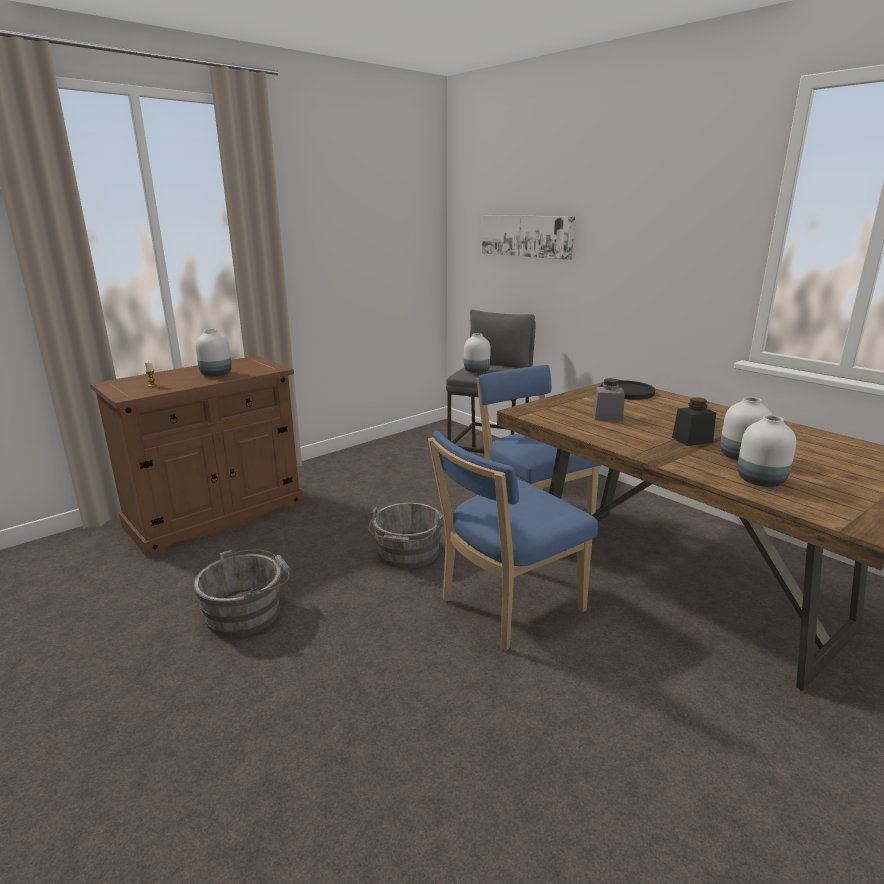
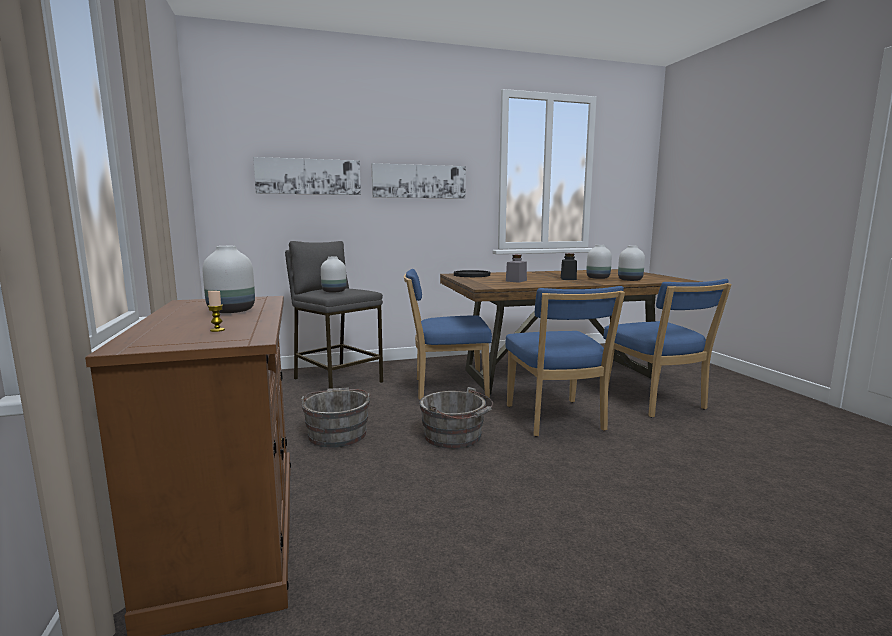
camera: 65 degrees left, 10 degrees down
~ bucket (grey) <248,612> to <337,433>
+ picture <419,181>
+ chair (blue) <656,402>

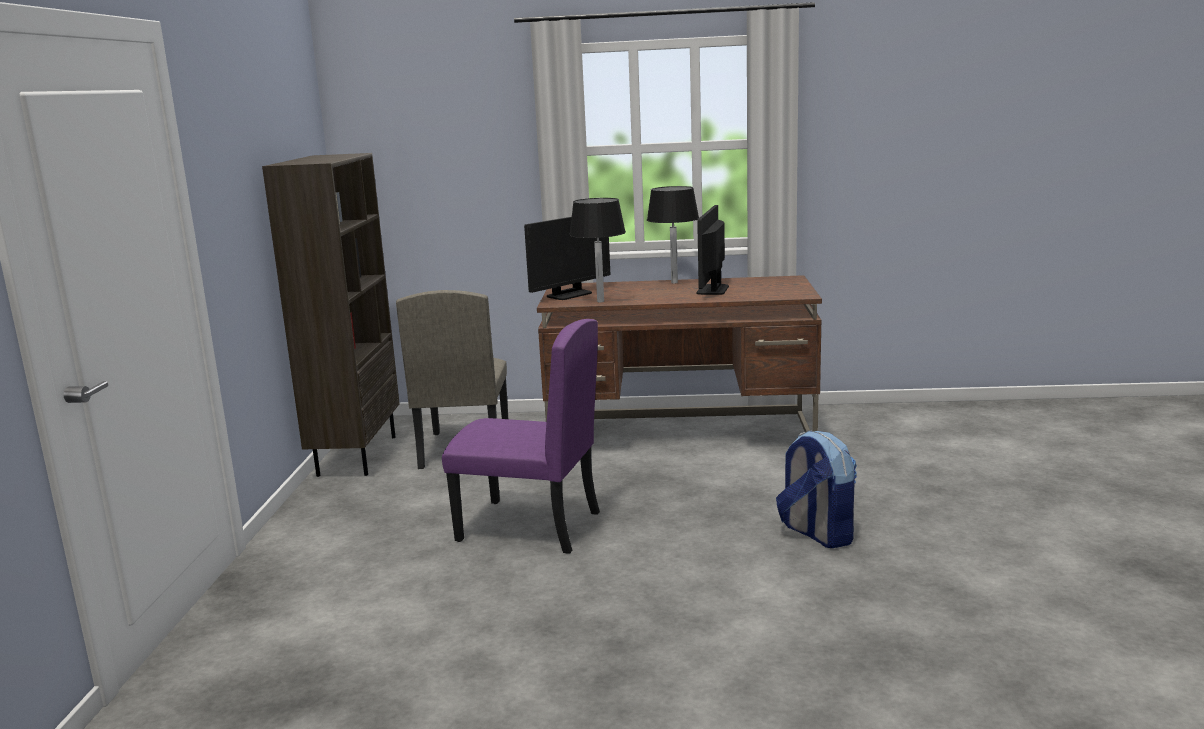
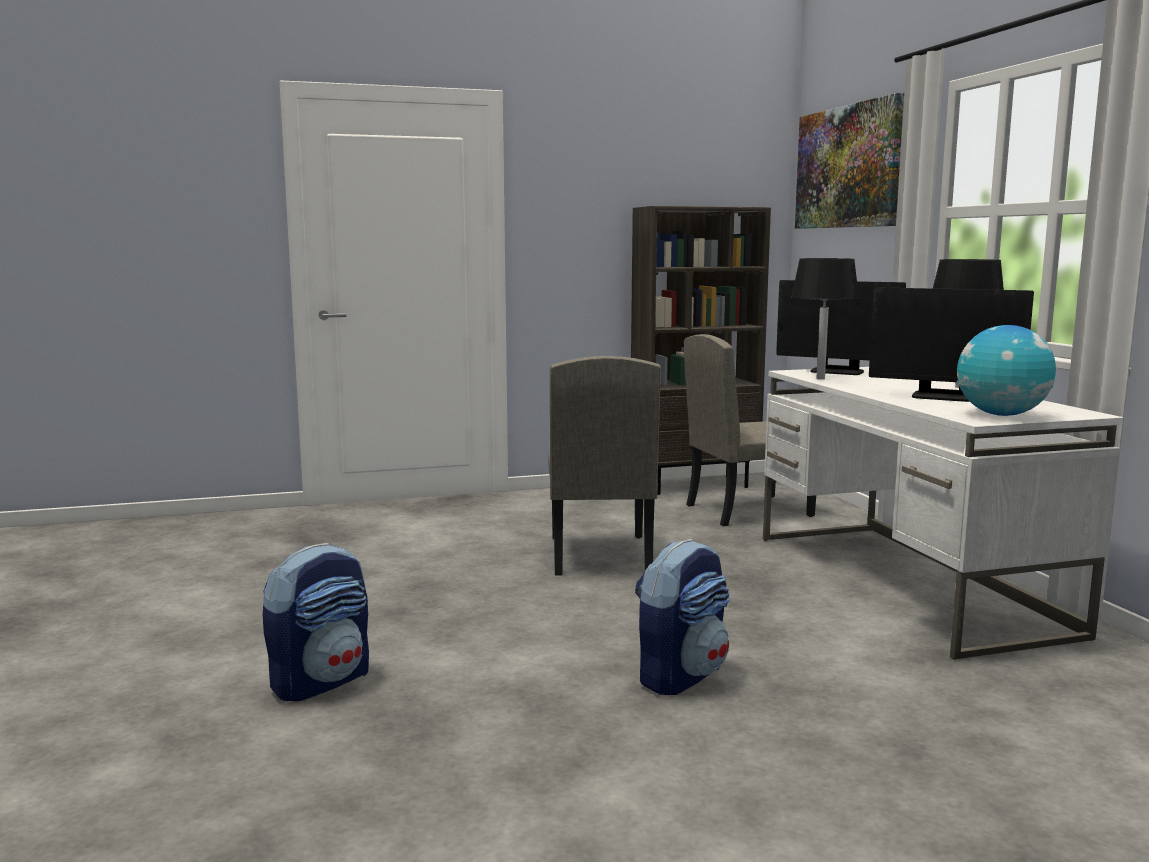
camera: 70 degrees right, 5 degrees down
~ chair (purple) <529,527> to chair (beige) <599,555>
~ desk (brown) <681,435> to desk (white) <905,583>
~ monitor <713,290> = <943,397> 150 degrees counterclockwise
+ backpack <321,681>
+ picture <847,167>
+ globe <1002,415>

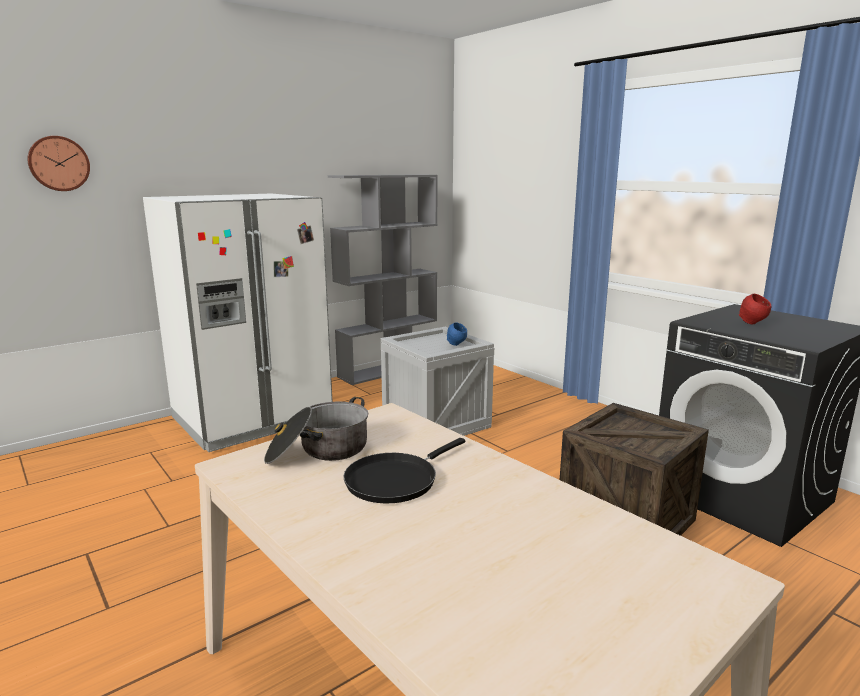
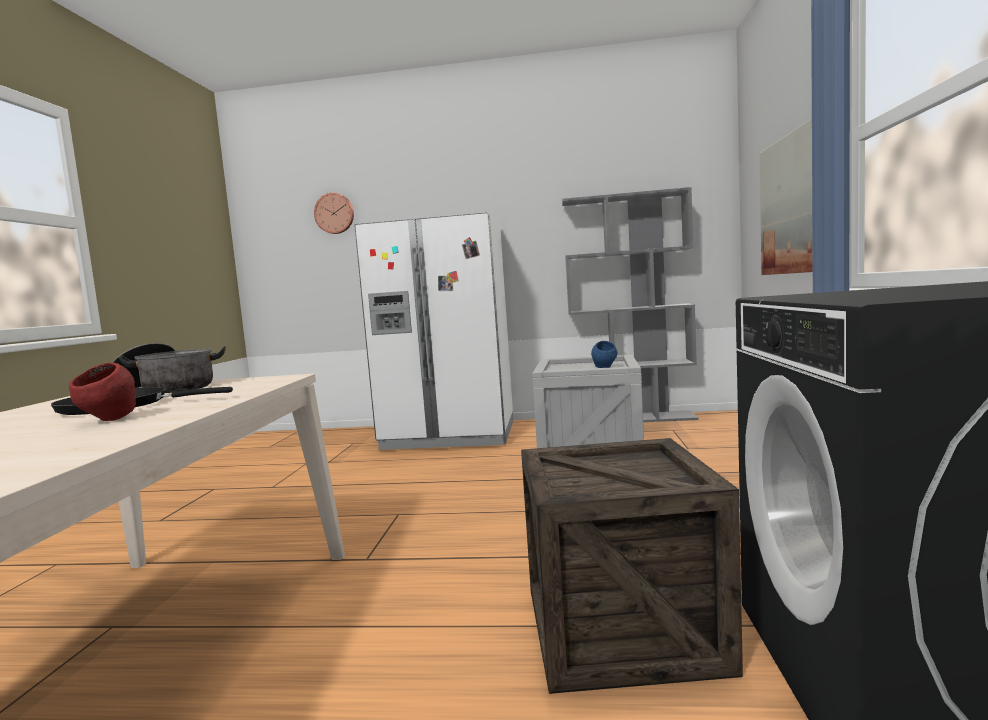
camera: 45 degrees right, 10 degrees down
~ bowl (red) <752,324> to <109,420>
+ picture <791,205>

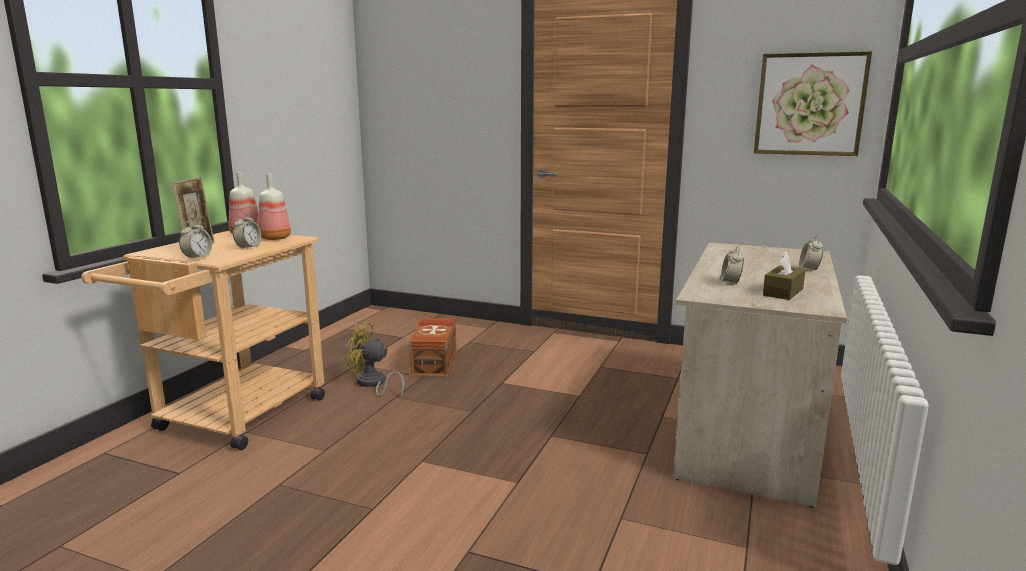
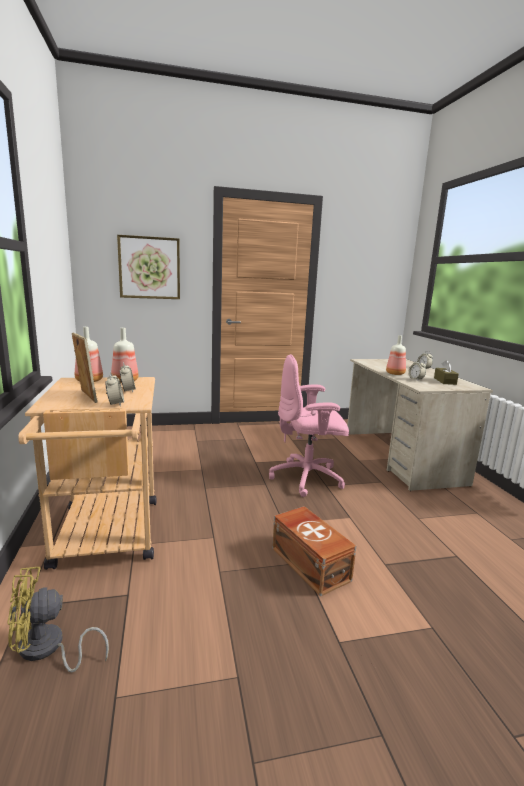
camera: 35 degrees left, 0 degrees up
~ fan (yellow) <373,384> to <47,649>
~ storage box (brown) <435,362> to <310,563>
~ picture <810,104> to <149,268>
+ office chair (pink) <308,478>
+ bottle <395,373>

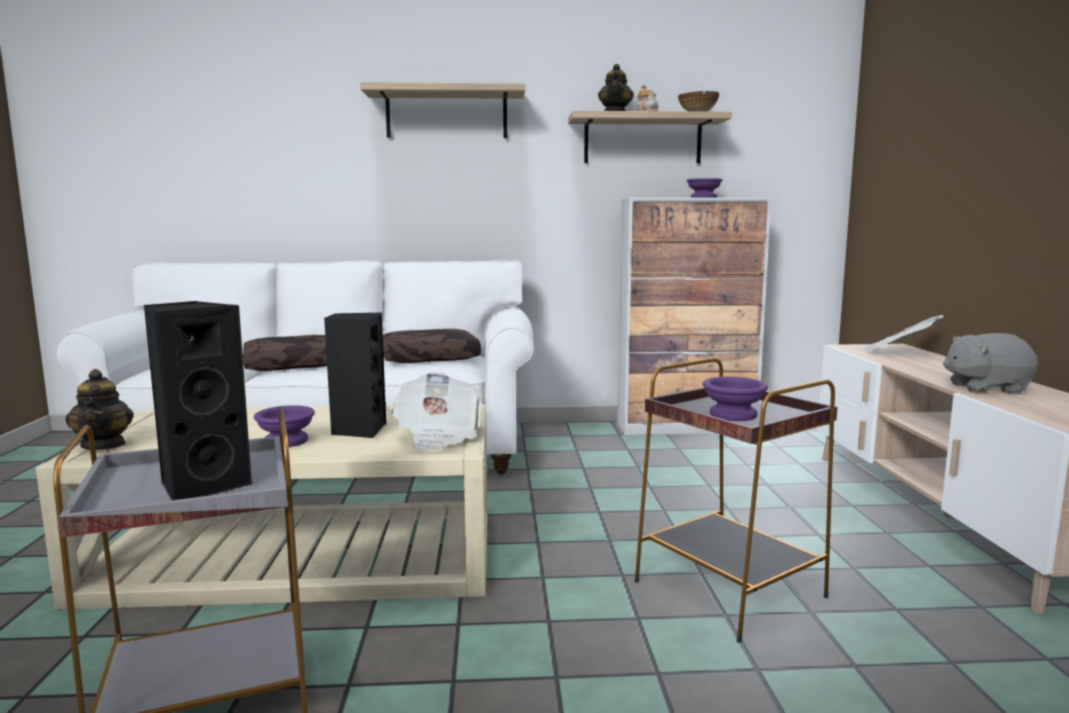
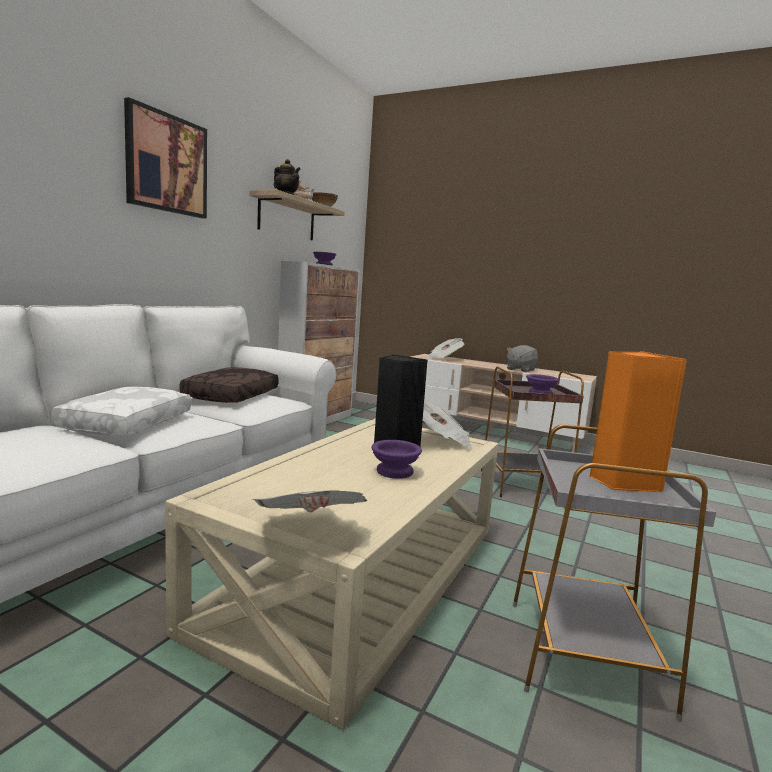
camera: 60 degrees left, 0 degrees up
~ teapot <104,445> to newspaper <309,530>
~ speaker (black) <202,486> to speaker (orange) <622,482>
~ pillow (brown) <295,365> to pillow (white) <126,423>
~ shelf <446,114> to picture <166,164>

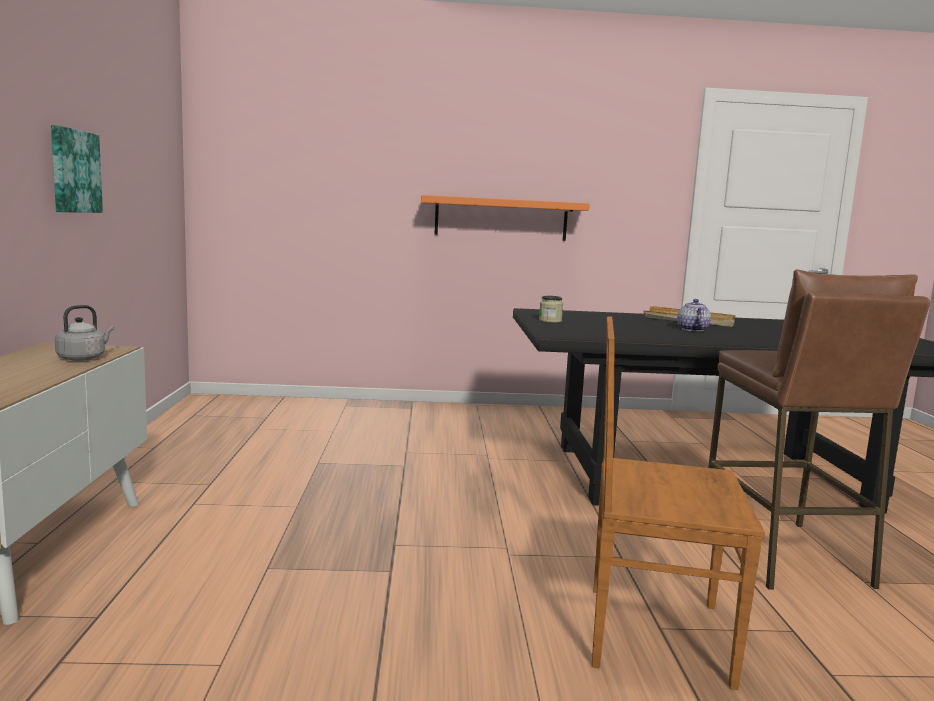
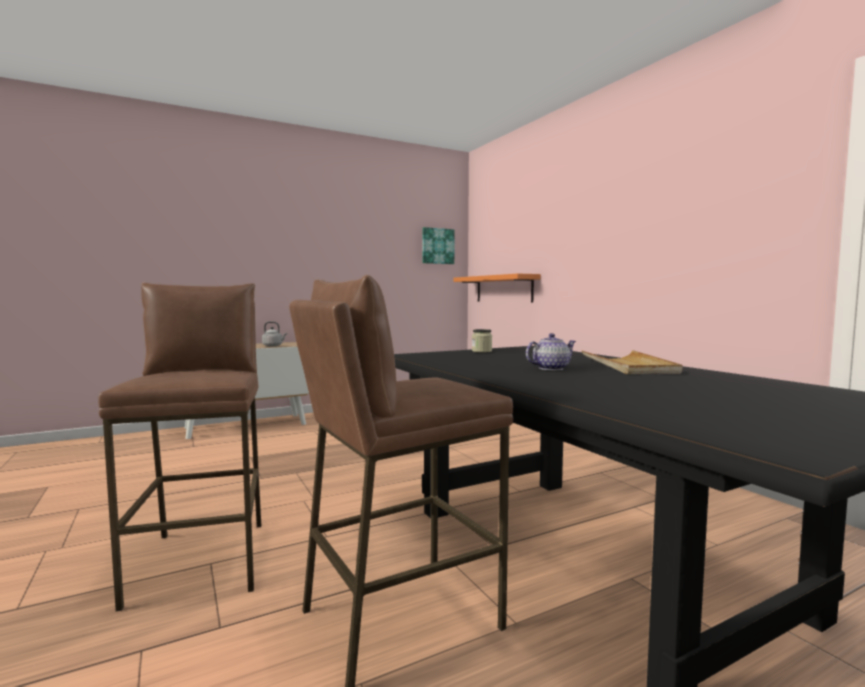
camera: 65 degrees right, 5 degrees down
~ picture <73,171> to <437,246>
~ shelf (orange) <501,219> to <503,289>
~ chair (brown) <651,632> to stool (brown) <203,560>

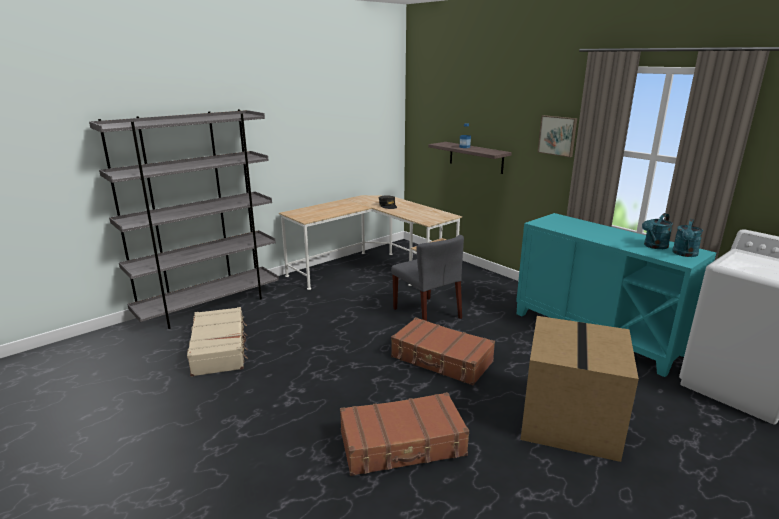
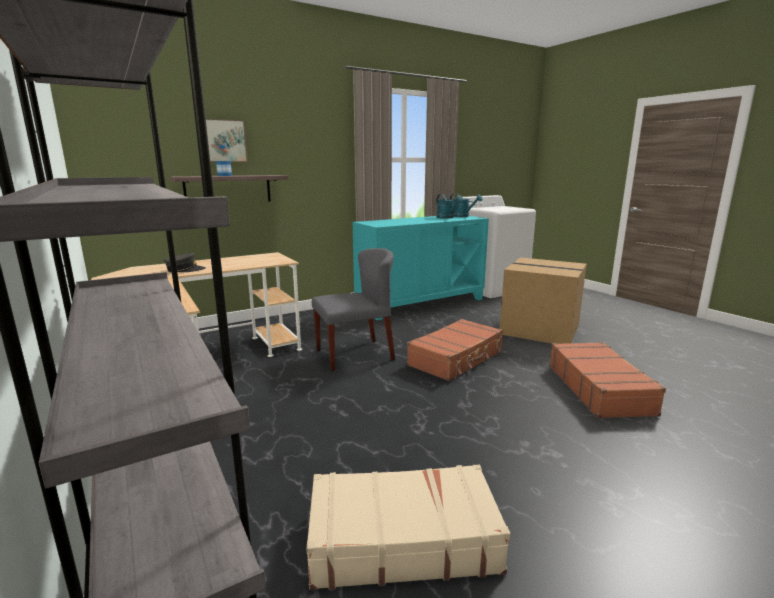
camera: 80 degrees left, 5 degrees down
~ picture <558,135> to <224,141>

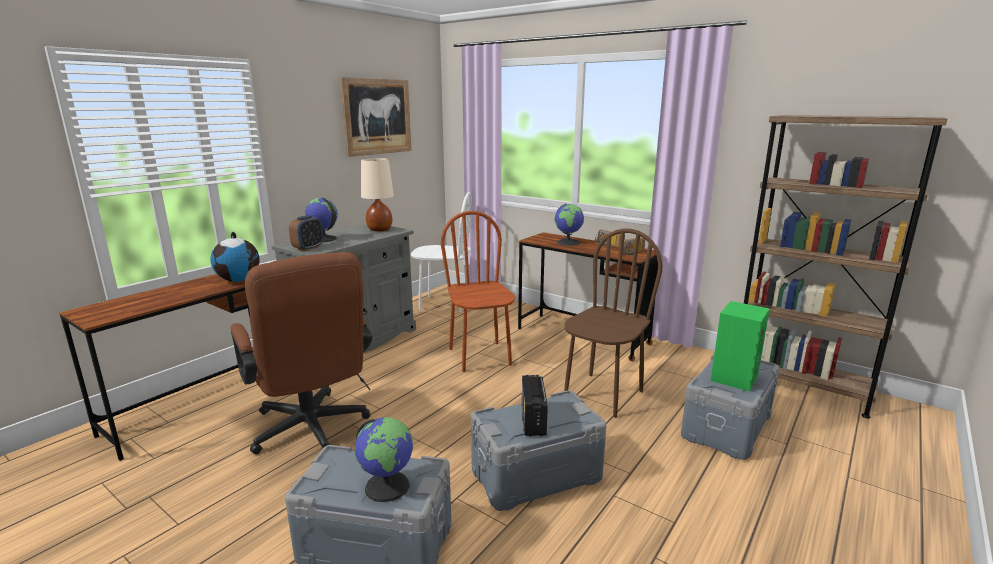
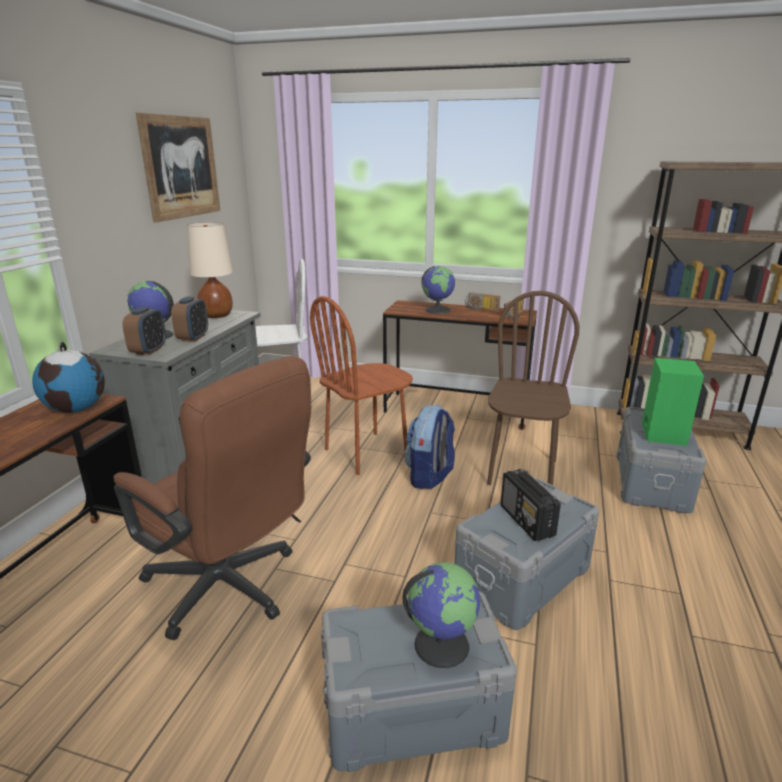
camera: 20 degrees left, 5 degrees up
~ chair (brown) <480,356> = <366,452> 90 degrees counterclockwise
+ alarm clock <193,338>
+ backpack <429,476>

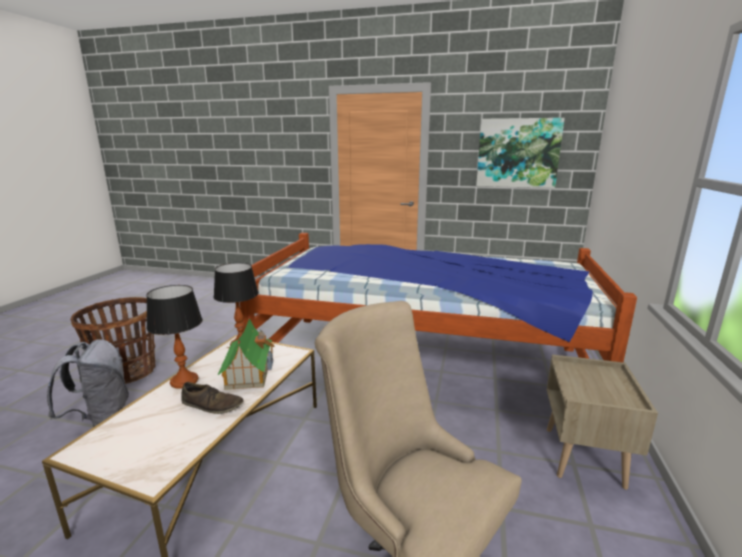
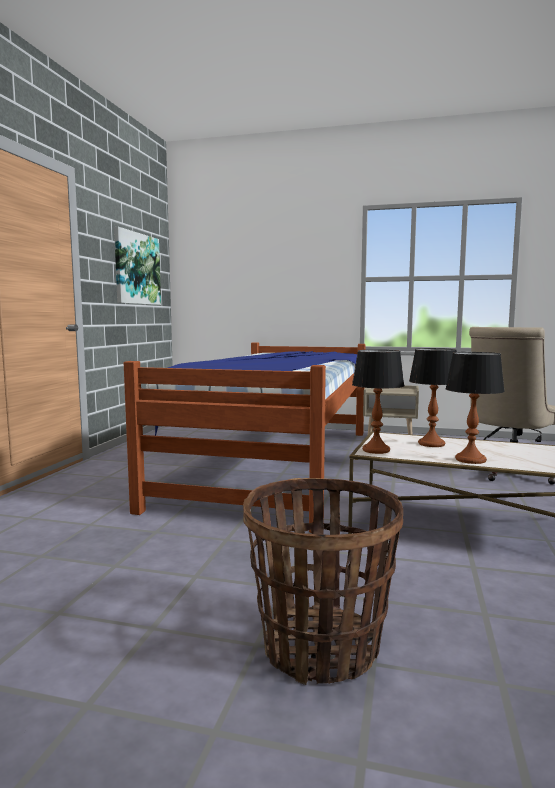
camera: 90 degrees left, 10 degrees down
- backpack (grey) <100,418>
- shoe (brown) <212,405>
~ toy house <248,372> to table lamp <431,444>

